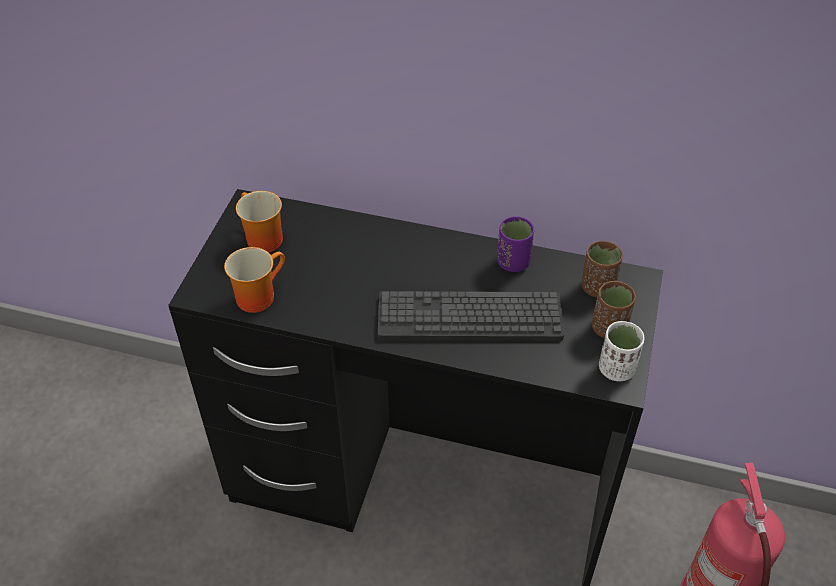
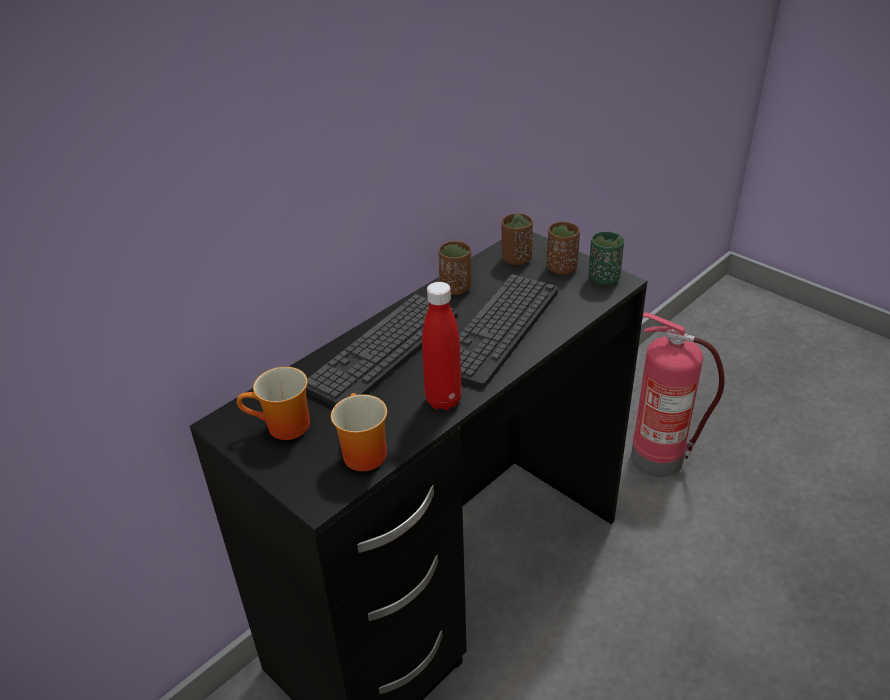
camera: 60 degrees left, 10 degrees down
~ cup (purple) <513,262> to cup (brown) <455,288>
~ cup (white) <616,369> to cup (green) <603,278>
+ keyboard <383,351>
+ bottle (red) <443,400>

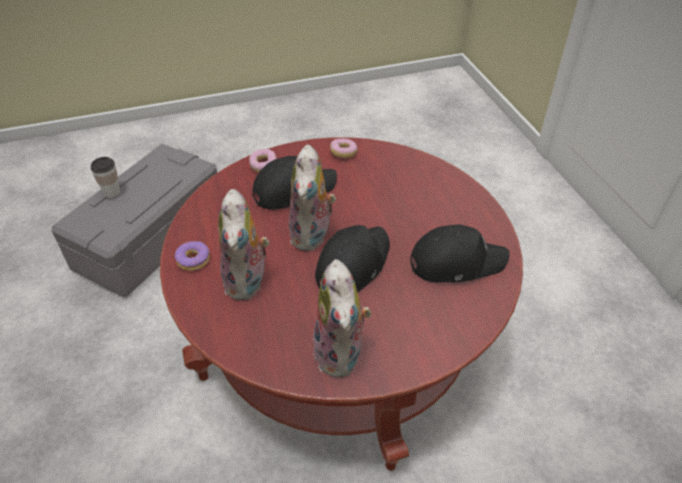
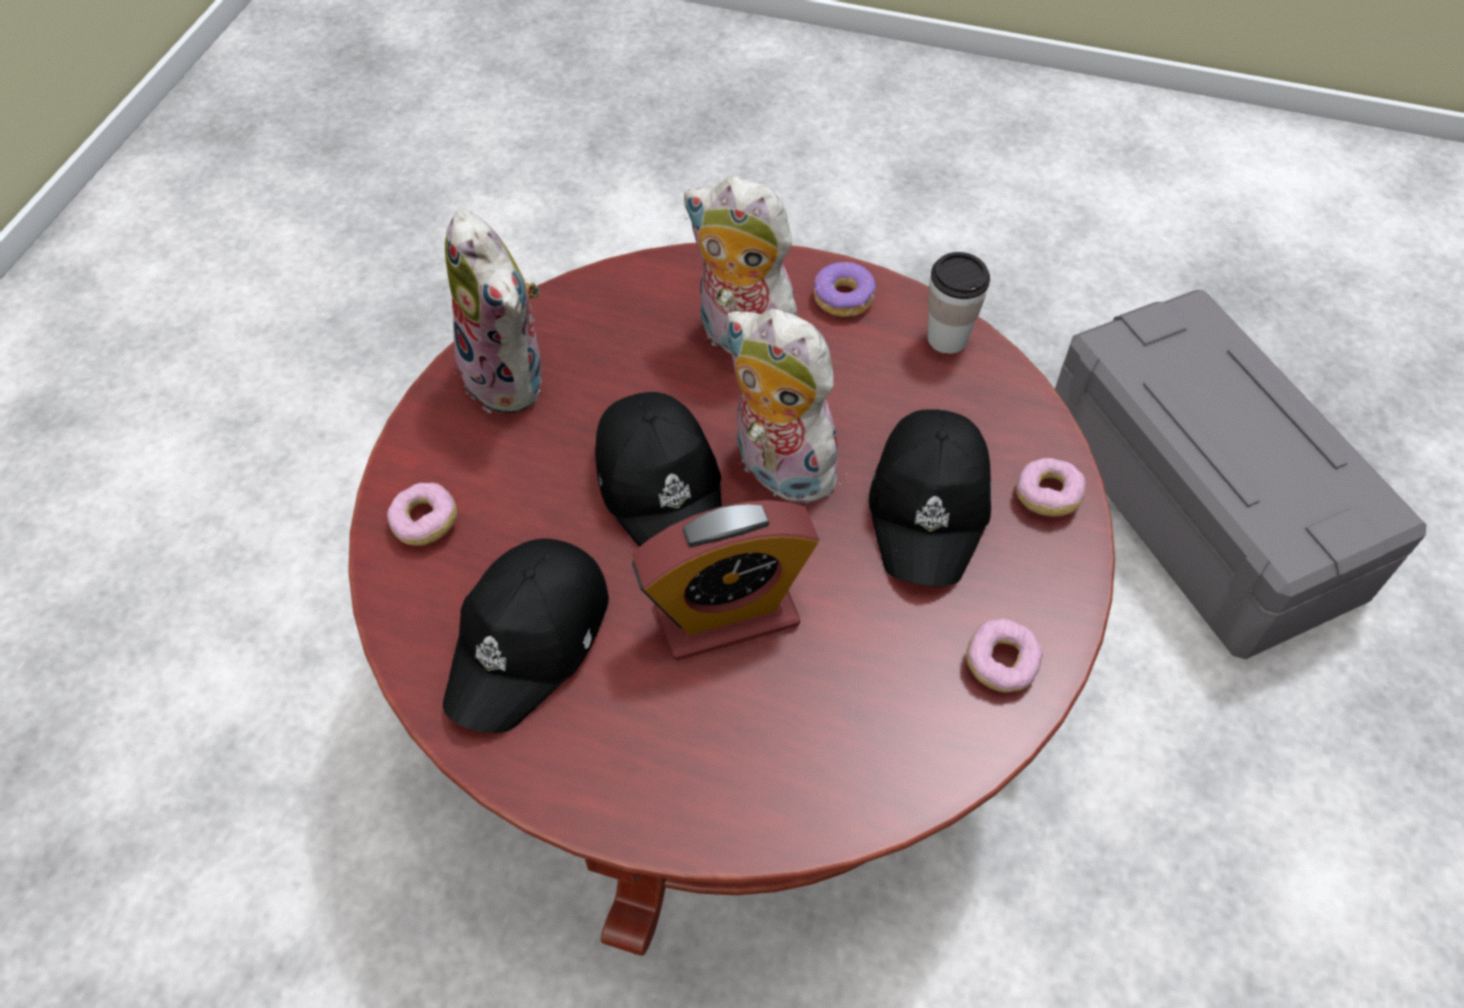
camera: 125 degrees right, 10 degrees up
~ cup <112,193> to <947,338>
~ plush toy <342,354> = <511,378> 150 degrees counterclockwise
+ donut <425,523>
+ alarm clock <726,614>

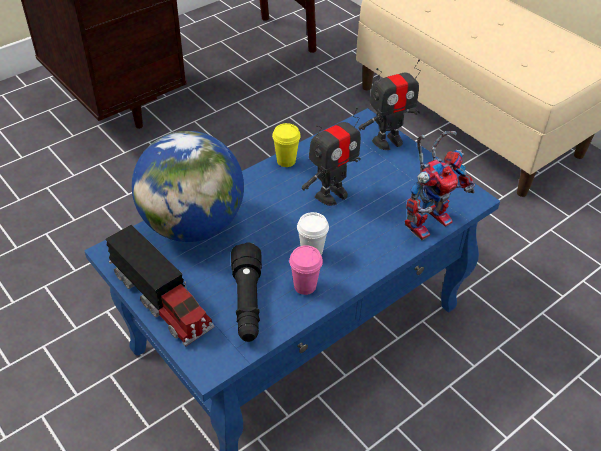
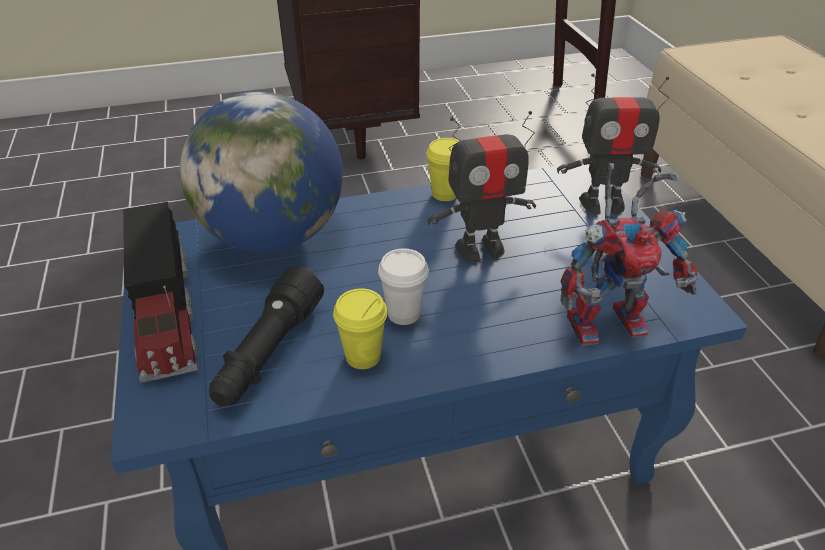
camera: 25 degrees right, 5 degrees down
~ cup (pink) <305,286> to cup (yellow) <363,356>

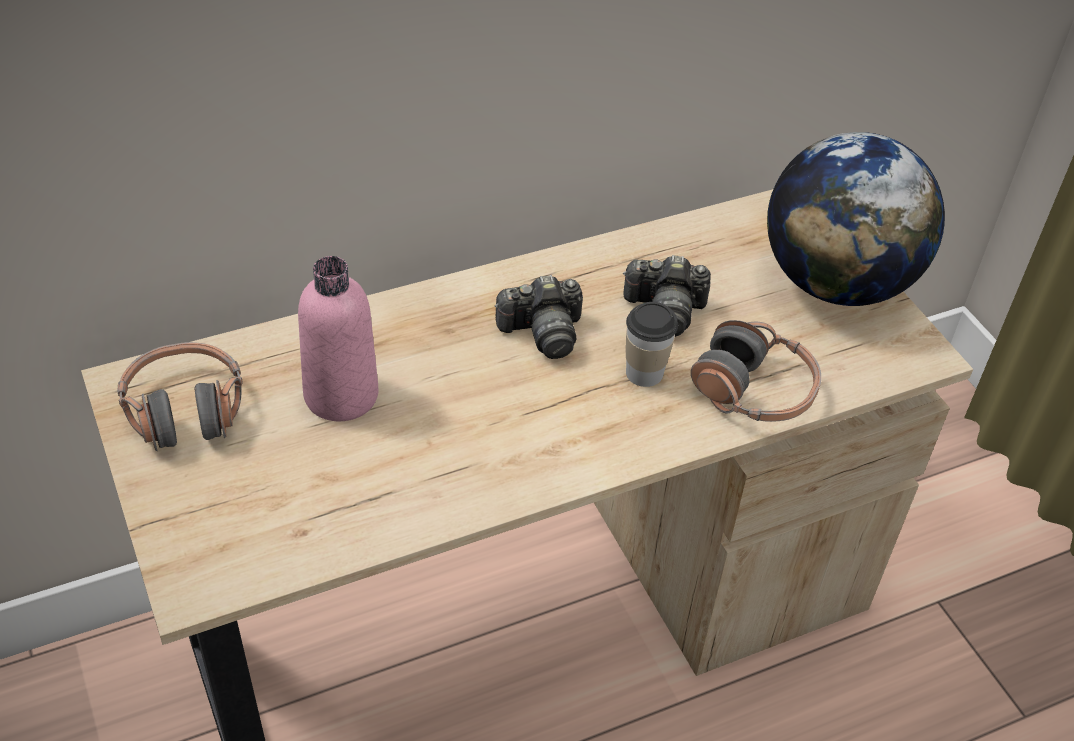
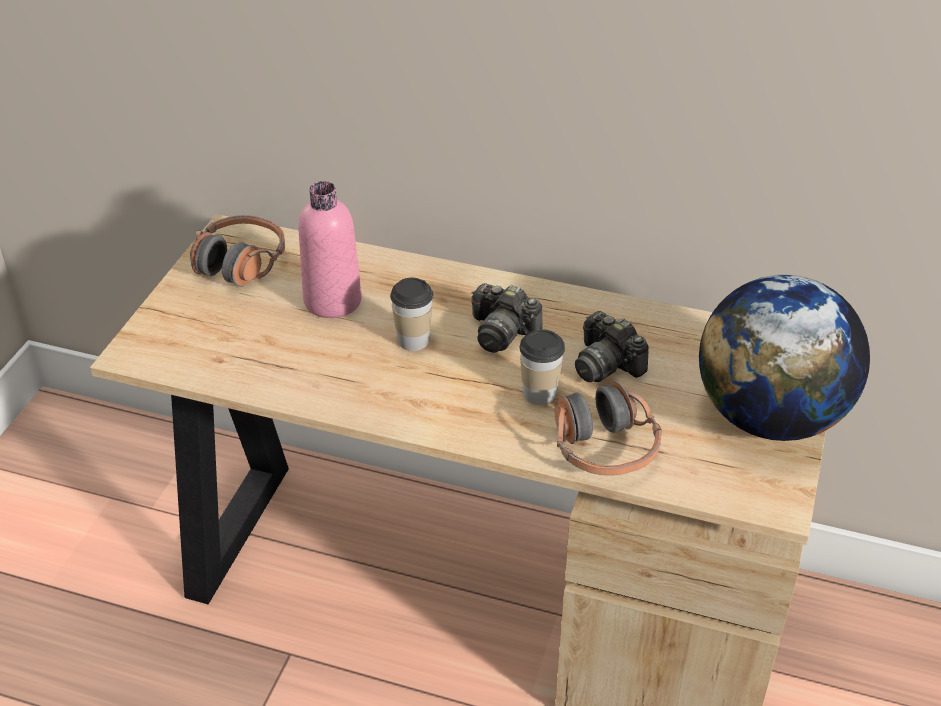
camera: 45 degrees right, 5 degrees down
+ cup <413,340>

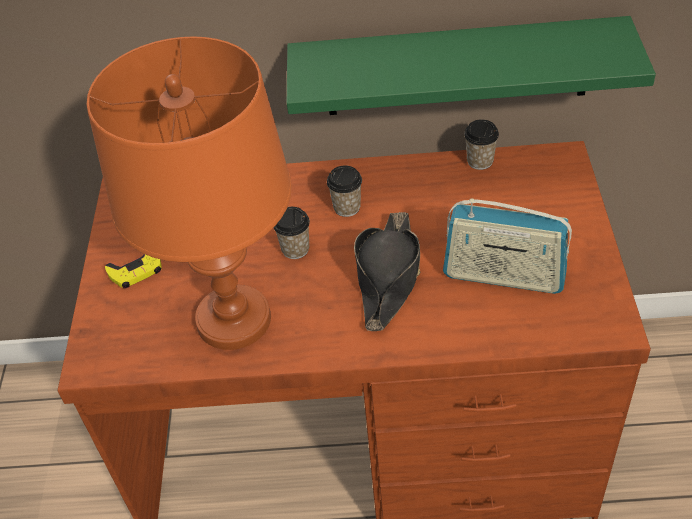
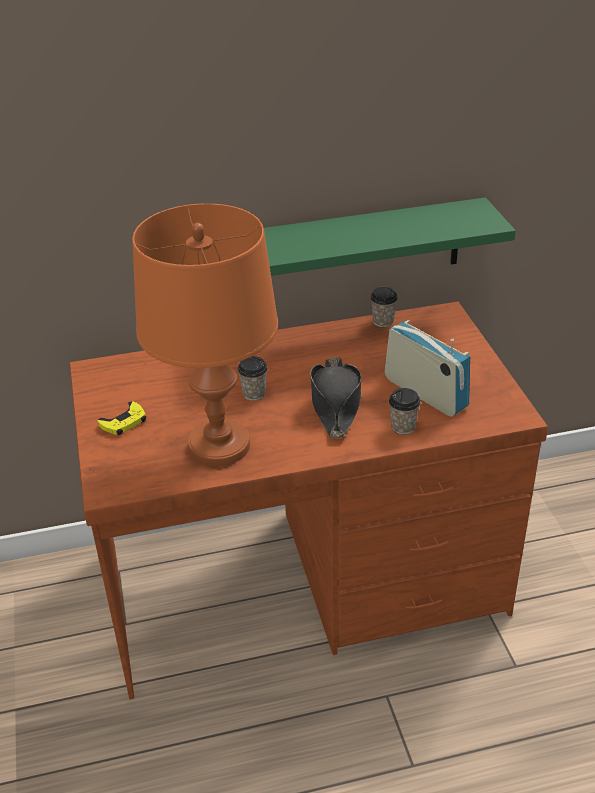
camera: 15 degrees left, 10 degrees down
~ cup <347,207> to <403,427>
~ radio <503,276> = <425,393> 135 degrees counterclockwise

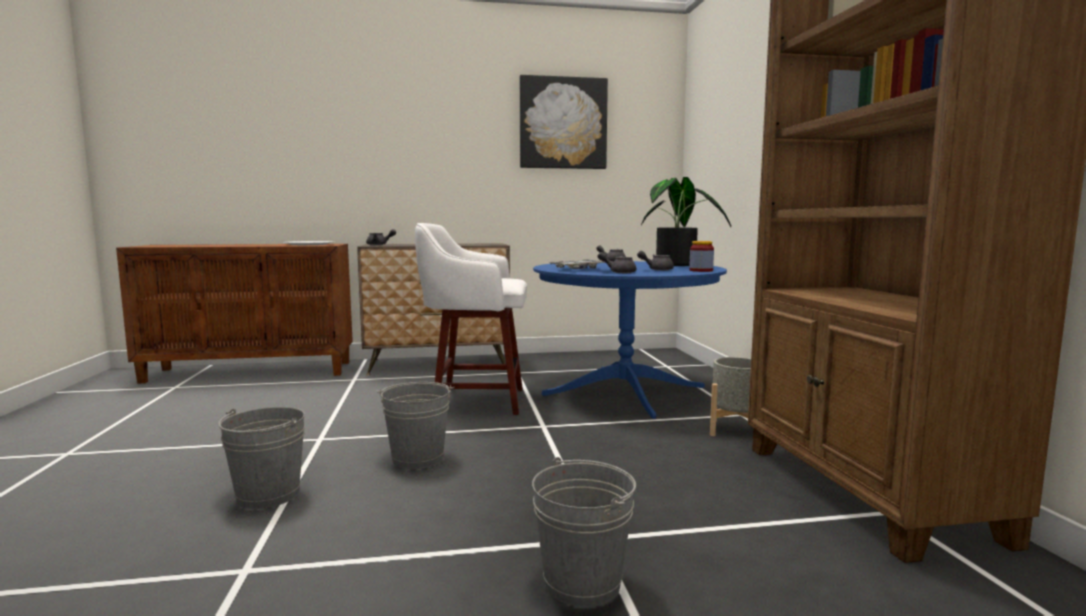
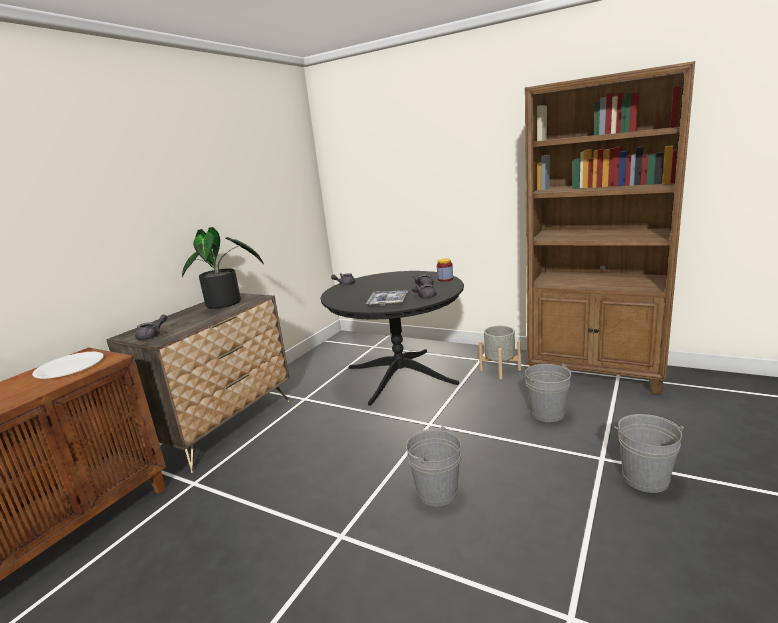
camera: 50 degrees left, 10 degrees up
~ bucket (grey) <268,495> to <547,413>
- stool (white) <475,401>
- picture <563,123>
~ dining table (blue) <625,391> to dining table (black) <400,375>
~ potted plant <679,265> to <227,303>

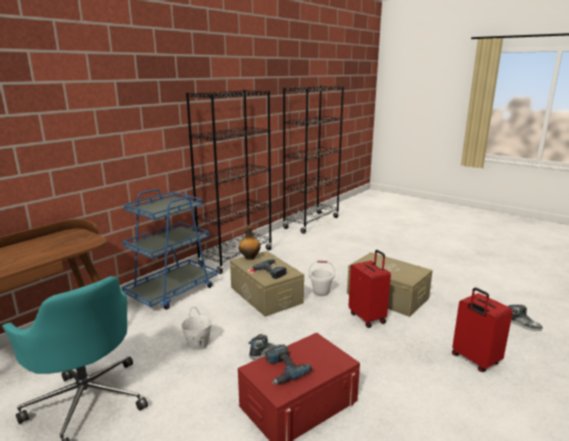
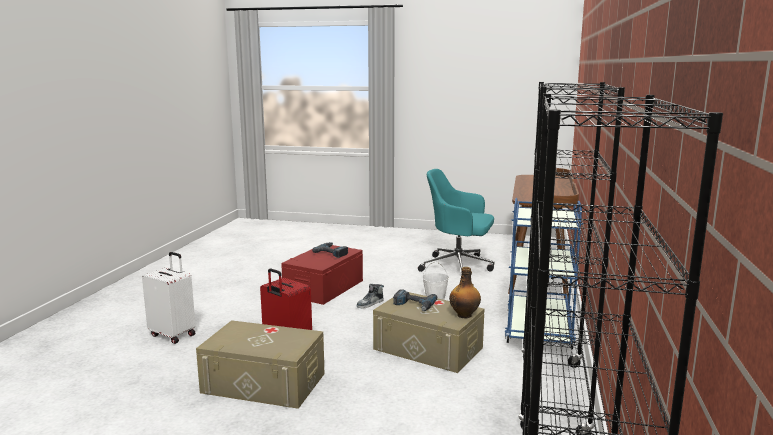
camera: 155 degrees right, 5 degrees down
- bucket (white) <321,292>
~ suitcase (red) <474,360> to suitcase (white) <173,335>
- shoe <523,324>

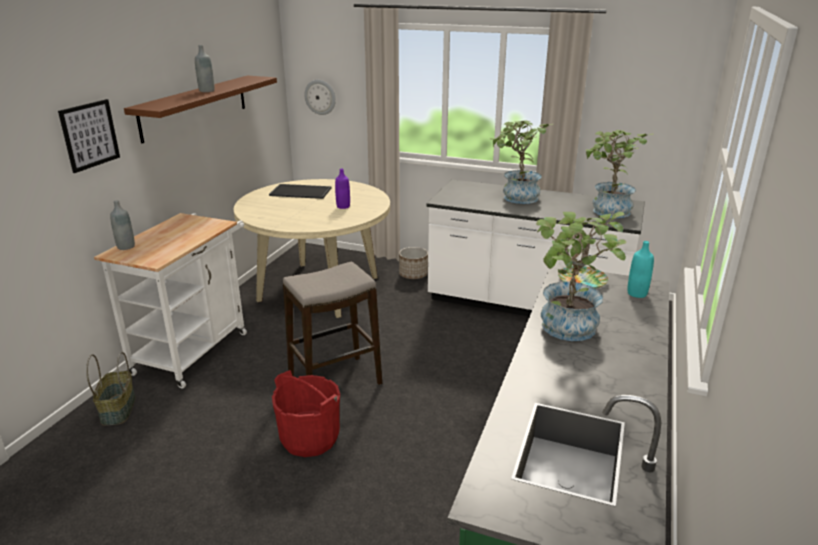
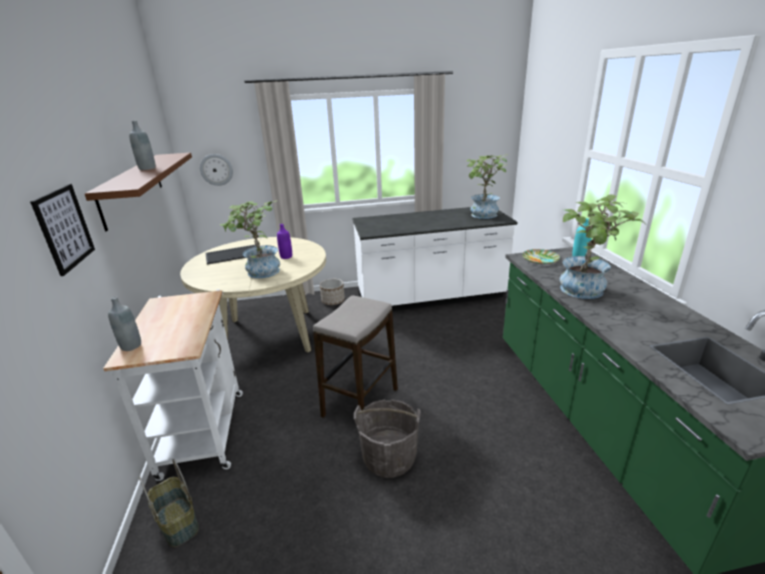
camera: 30 degrees left, 0 degrees up
~ bucket (red) <310,438> to bucket (grey) <389,457>
~ potted plant <516,199> to <260,273>

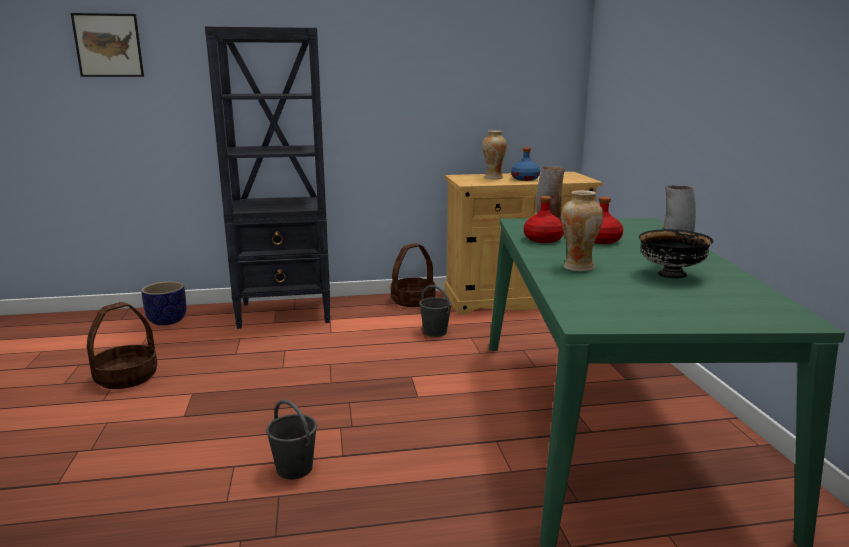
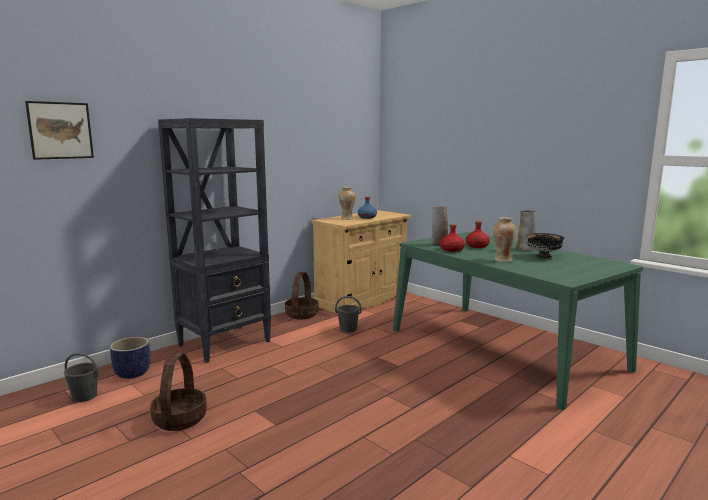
camera: 35 degrees left, 5 degrees down
~ bucket (grey) <295,469> to <85,396>

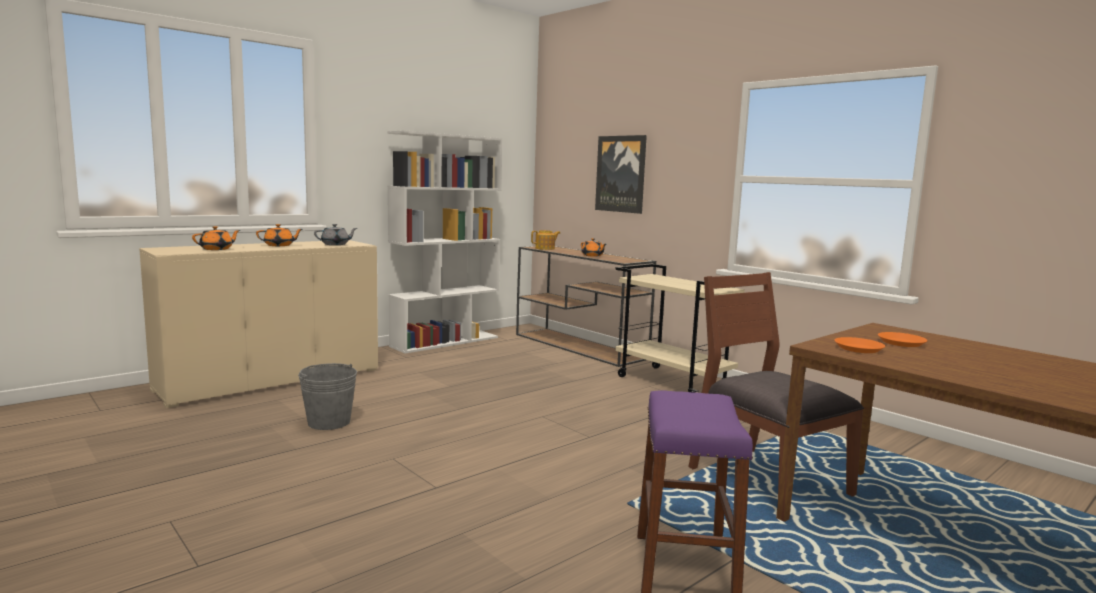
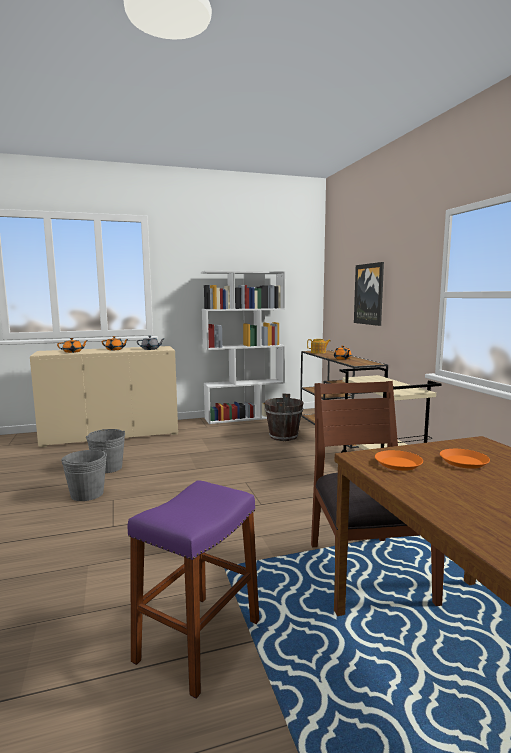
camera: 25 degrees right, 0 degrees up
+ bucket (grey) <87,494>
+ bucket (brown) <283,436>

